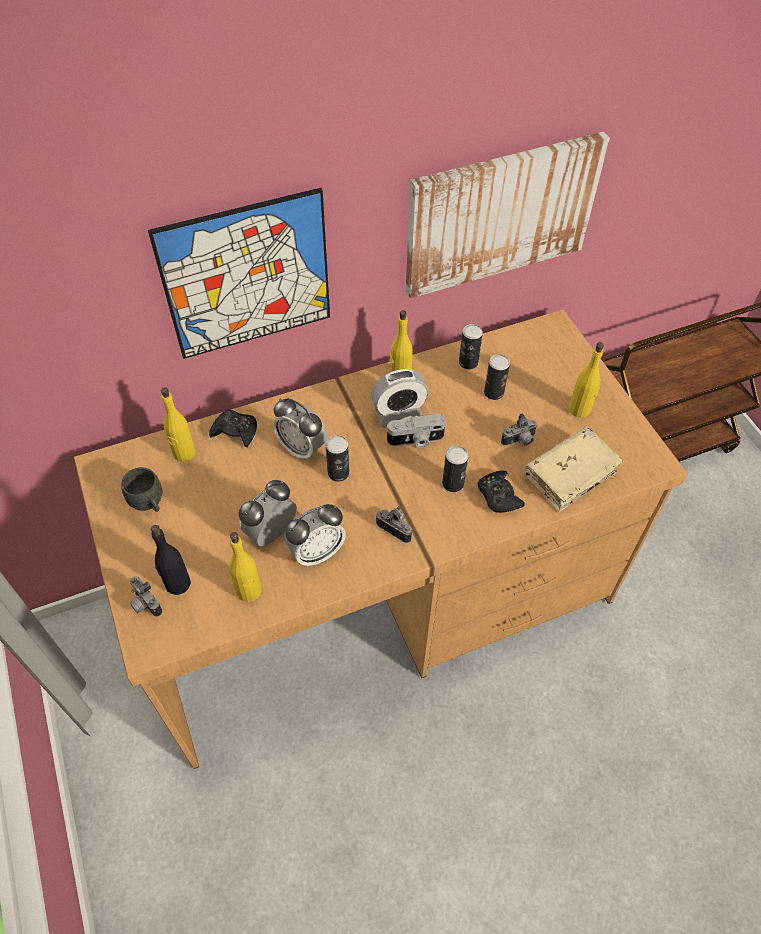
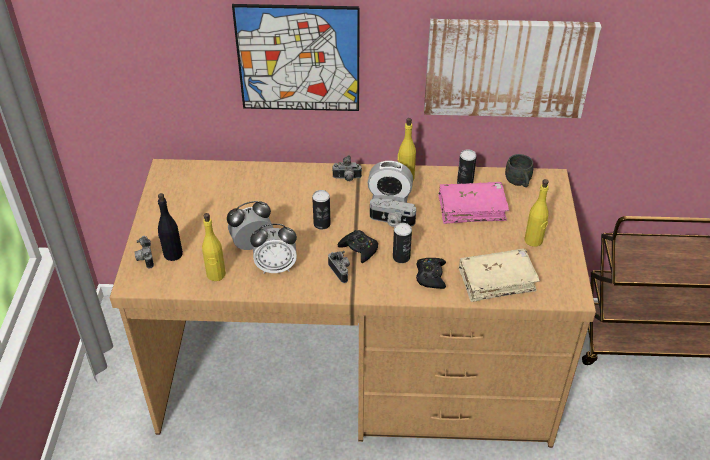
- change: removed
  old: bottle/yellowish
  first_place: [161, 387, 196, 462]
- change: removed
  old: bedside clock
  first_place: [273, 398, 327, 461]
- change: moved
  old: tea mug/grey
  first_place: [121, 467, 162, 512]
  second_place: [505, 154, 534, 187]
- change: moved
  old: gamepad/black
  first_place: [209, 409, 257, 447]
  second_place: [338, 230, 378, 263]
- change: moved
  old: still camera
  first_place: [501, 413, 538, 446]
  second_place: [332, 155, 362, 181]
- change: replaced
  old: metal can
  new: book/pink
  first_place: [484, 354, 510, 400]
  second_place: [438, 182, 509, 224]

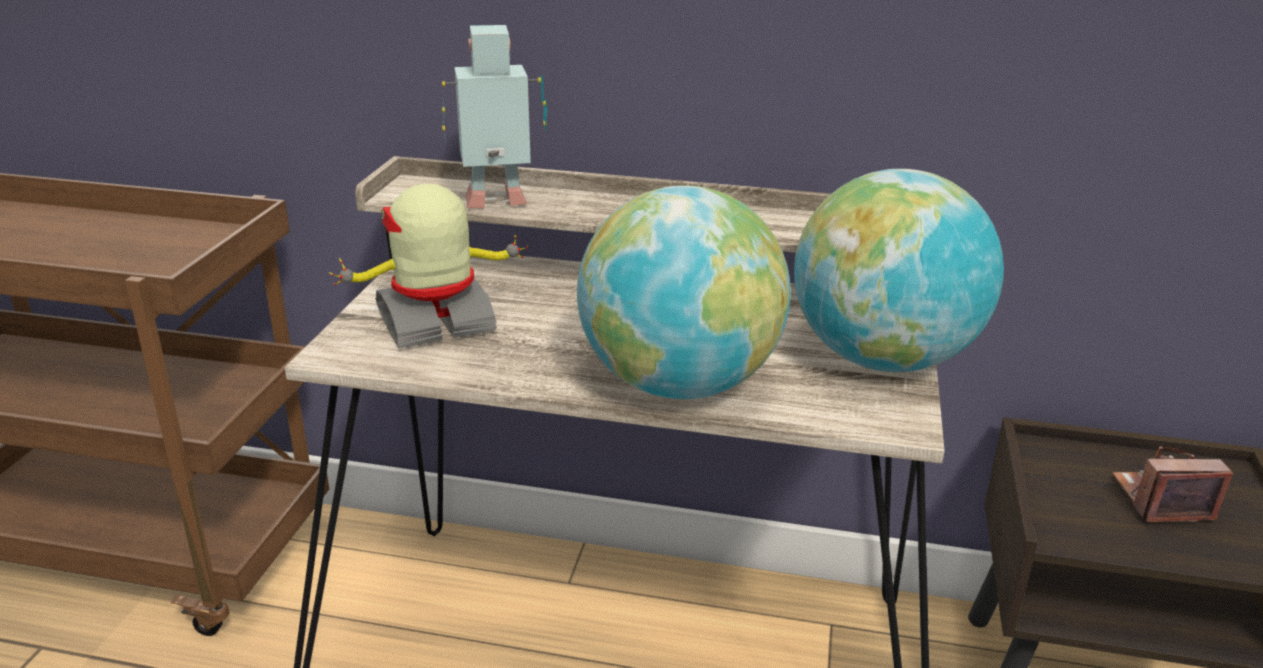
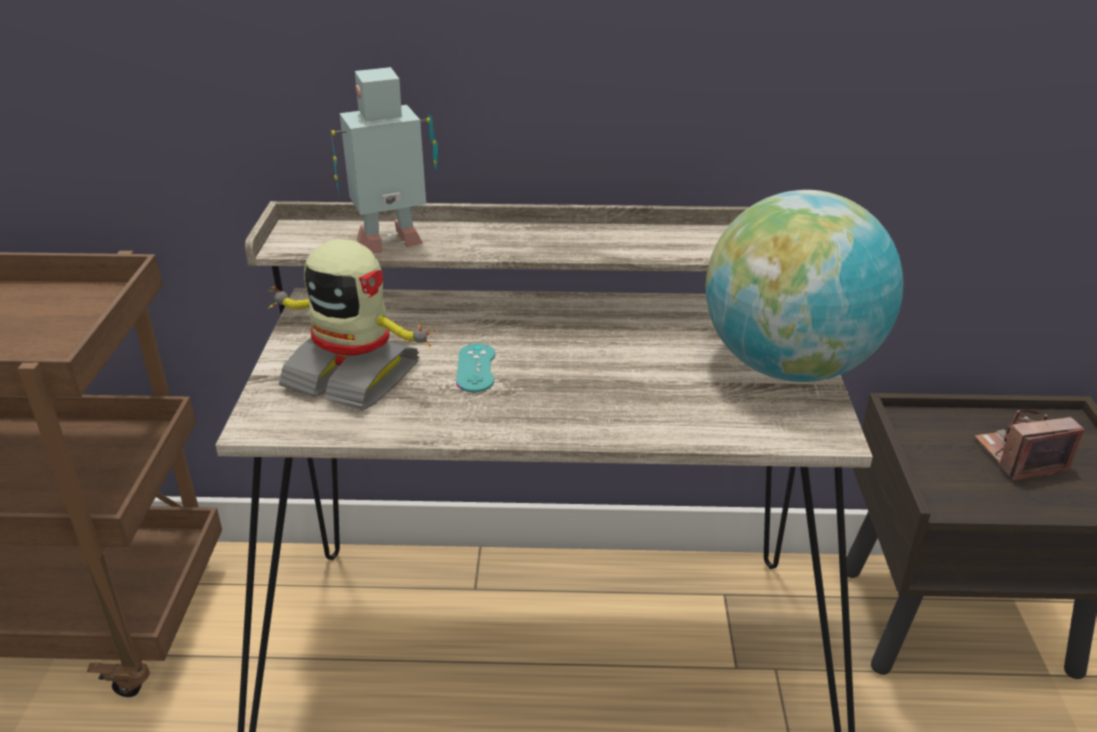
- change: removed
  old: world globe
  first_place: [577, 185, 791, 399]
- change: added
  new: gamepad/blue-green
  second_place: [456, 343, 495, 392]
- change: turned
  old: toy robot
  first_place: [329, 184, 528, 348]
  second_place: [269, 239, 435, 411]
  degrees: -120

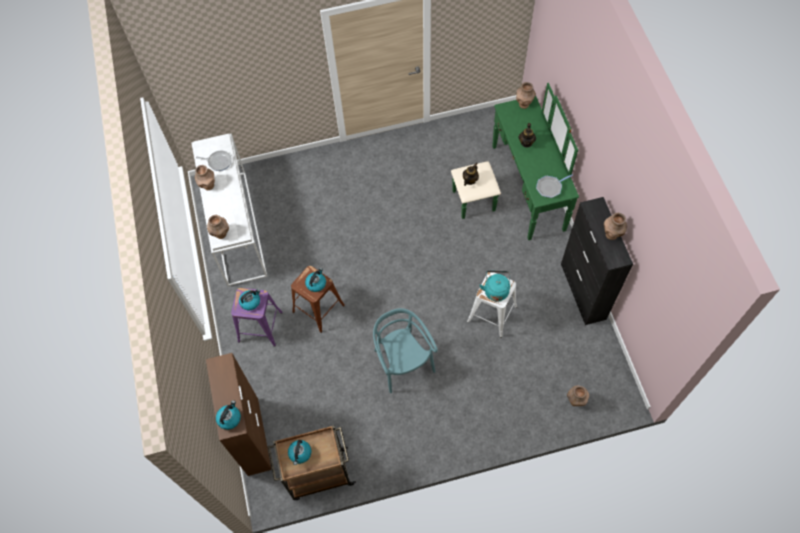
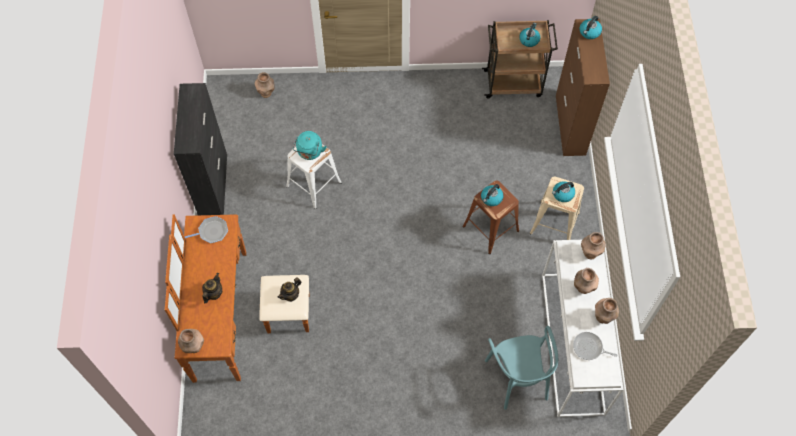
- change: moved
  old: plain chair/blue-green
  first_place: [373, 308, 438, 393]
  second_place: [485, 326, 558, 410]
- change: moved
  old: flower vase/brown
  first_place: [604, 213, 627, 240]
  second_place: [574, 268, 599, 294]
- change: recoloured
  old: stool seat/purple
  new: stool seat/sand-coloured
  first_place: [231, 288, 283, 347]
  second_place: [530, 177, 584, 240]
- change: recoloured
  old: drawer chest/green
  new: drawer chest/brown
  first_place: [451, 83, 579, 240]
  second_place: [165, 214, 310, 383]

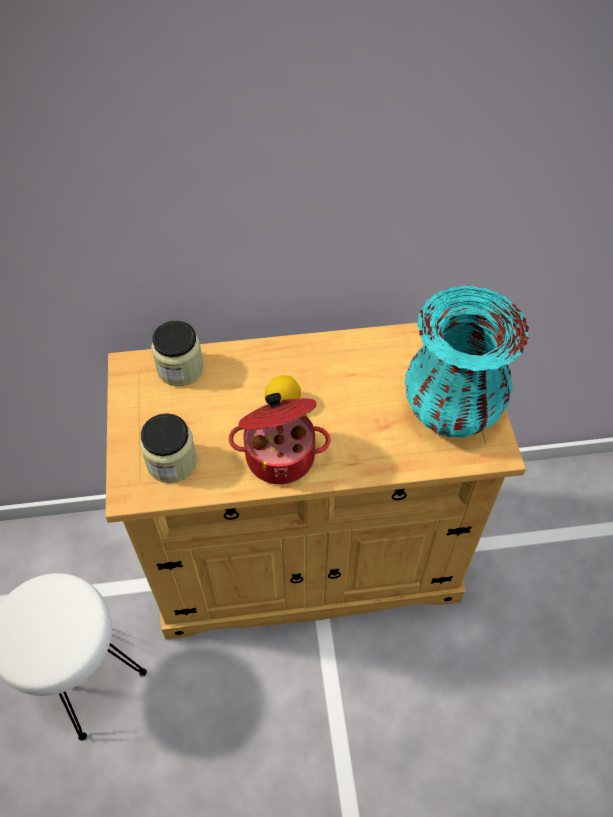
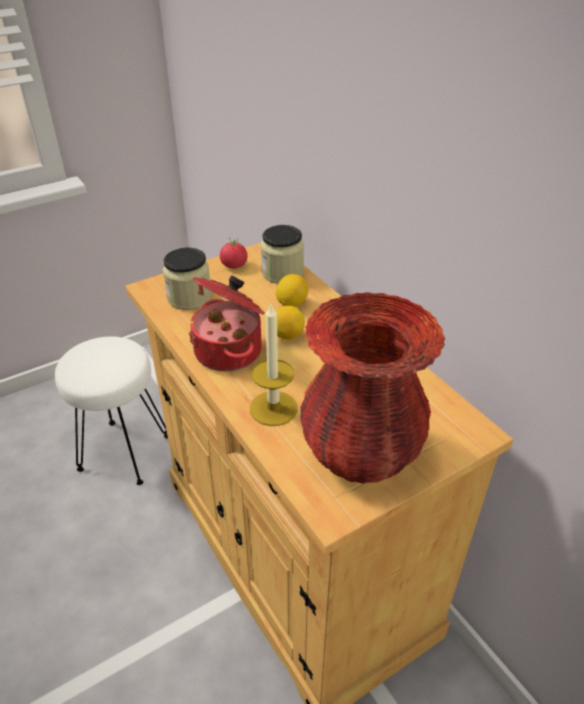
- change: added
  new: whole tomato
  second_place: [220, 238, 248, 268]
- change: added
  new: wax light
  second_place: [250, 304, 298, 426]
- change: added
  new: whole lemon
  second_place: [276, 274, 308, 307]
- change: recoloured
  old: flower vase/blue-green
  new: flower vase/red
  first_place: [404, 286, 529, 437]
  second_place: [300, 292, 445, 483]

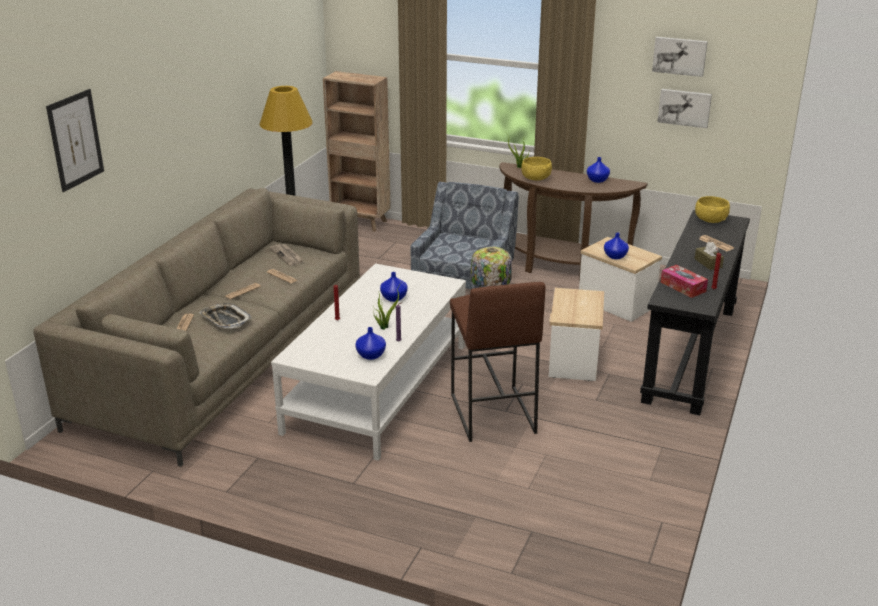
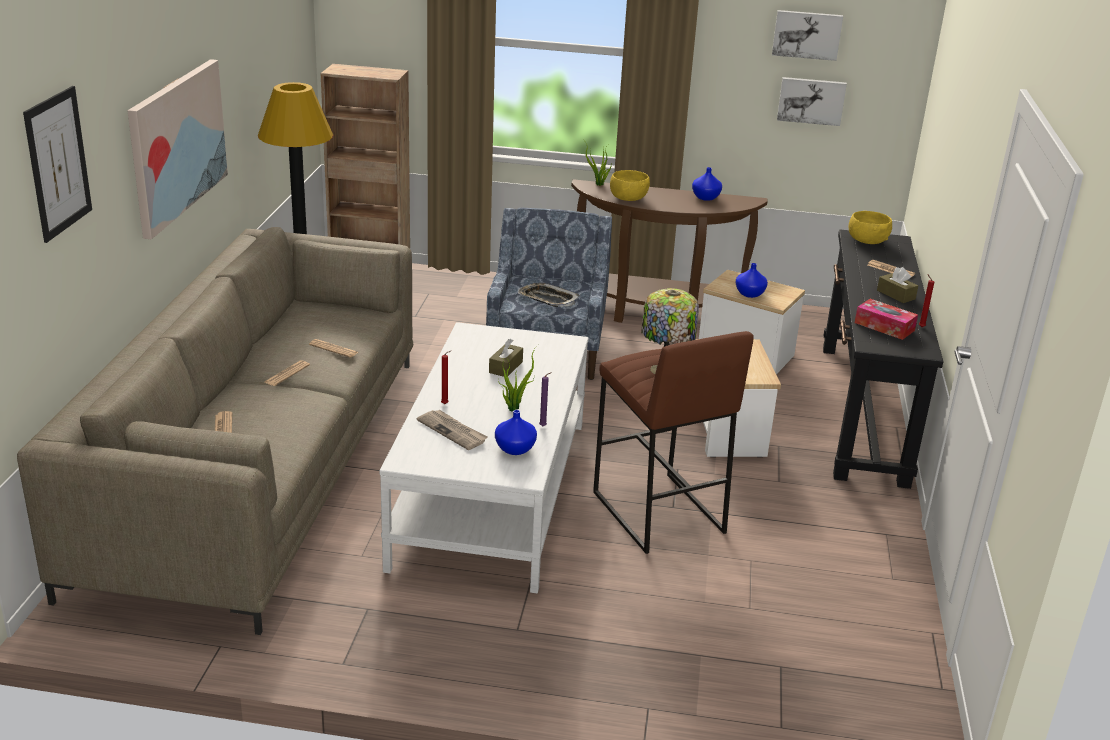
- change: added
  new: wall art
  second_place: [128, 59, 228, 239]
- change: moved
  old: carrying tray
  first_place: [199, 303, 252, 328]
  second_place: [518, 282, 580, 307]
- change: moved
  old: printed paper
  first_place: [270, 244, 303, 266]
  second_place: [417, 410, 488, 450]
- change: replaced
  old: flower vase/bluish
  new: box of tissues/brown
  first_place: [380, 272, 408, 302]
  second_place: [489, 339, 523, 377]

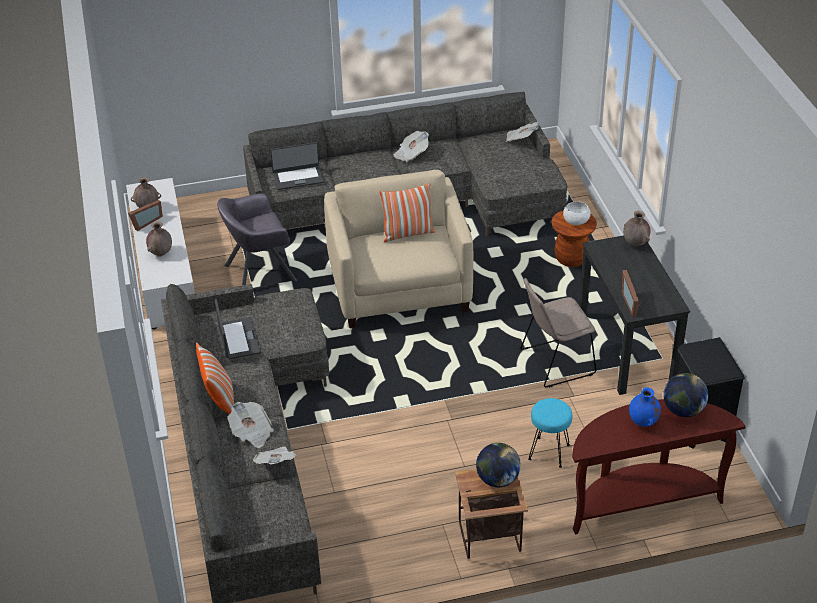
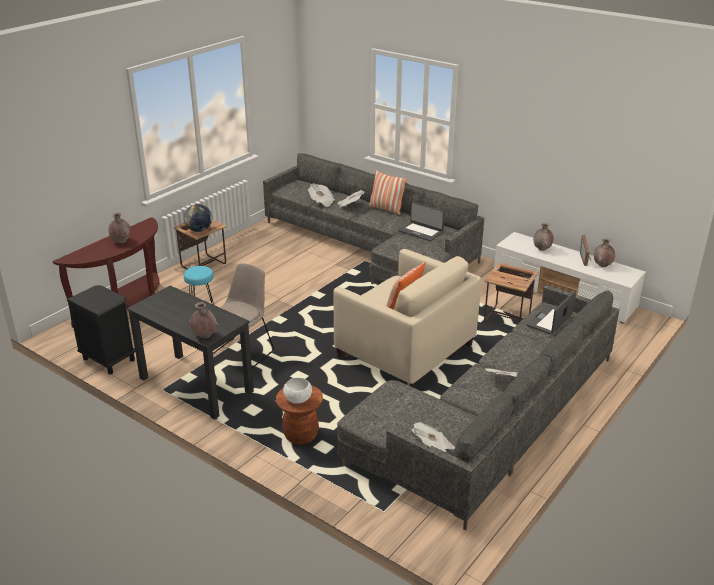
- change: removed
  old: photo frame
  first_place: [622, 270, 640, 317]
- change: removed
  old: world globe
  first_place: [663, 373, 708, 417]
- change: replaced
  old: easy chair/grey
  new: accent table
  first_place: [217, 193, 297, 285]
  second_place: [484, 263, 539, 323]
- change: recoloured
  old: flower vase/bluish
  new: flower vase/brown
  first_place: [629, 387, 661, 427]
  second_place: [108, 212, 131, 243]

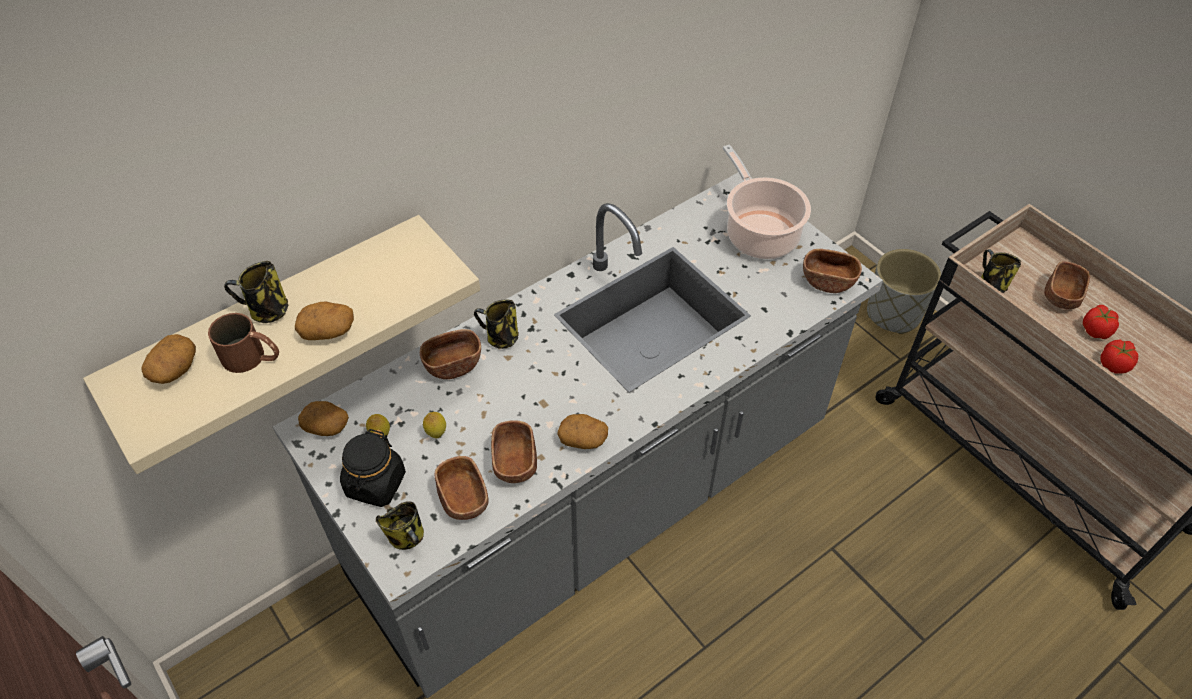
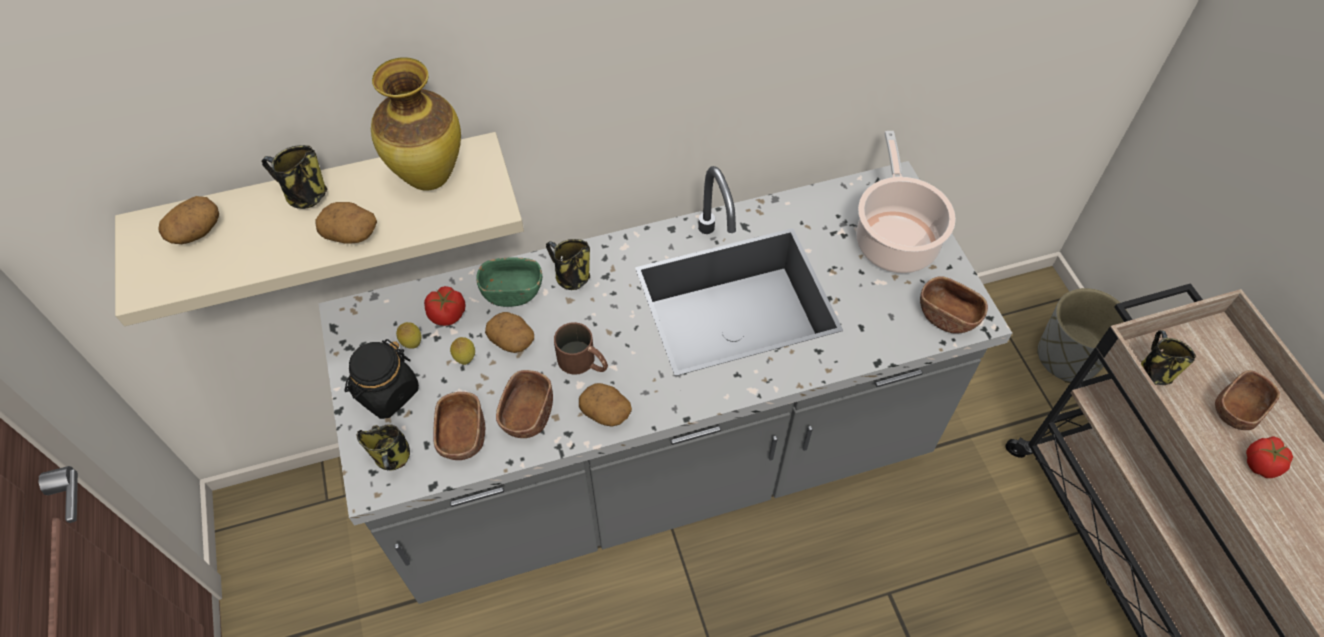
- change: added
  new: flower vase
  second_place: [371, 57, 461, 191]
- change: moved
  old: tea mug/brown
  first_place: [208, 313, 279, 373]
  second_place: [554, 322, 608, 375]
- change: moved
  old: spud
  first_place: [298, 401, 349, 436]
  second_place: [485, 312, 534, 353]
- change: moved
  old: whole tomato
  first_place: [1100, 339, 1138, 374]
  second_place: [424, 286, 466, 326]
- change: recoloured
  old: serving bowl/brown
  new: serving bowl/green
  first_place: [420, 329, 481, 379]
  second_place: [476, 257, 542, 307]

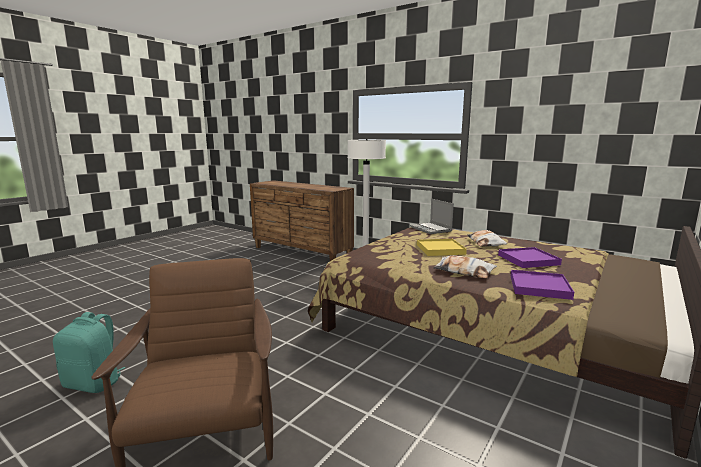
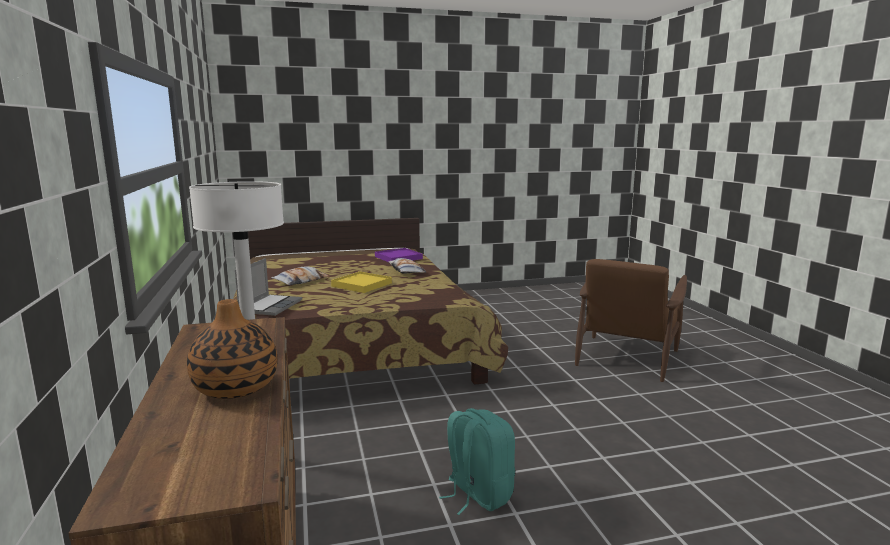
- change: removed
  old: carrying tray/purple
  first_place: [498, 247, 562, 268]
- change: added
  new: flower vase
  second_place: [187, 299, 277, 399]
- change: moved
  old: knapsack/blue-green
  first_place: [53, 312, 126, 393]
  second_place: [439, 408, 515, 515]

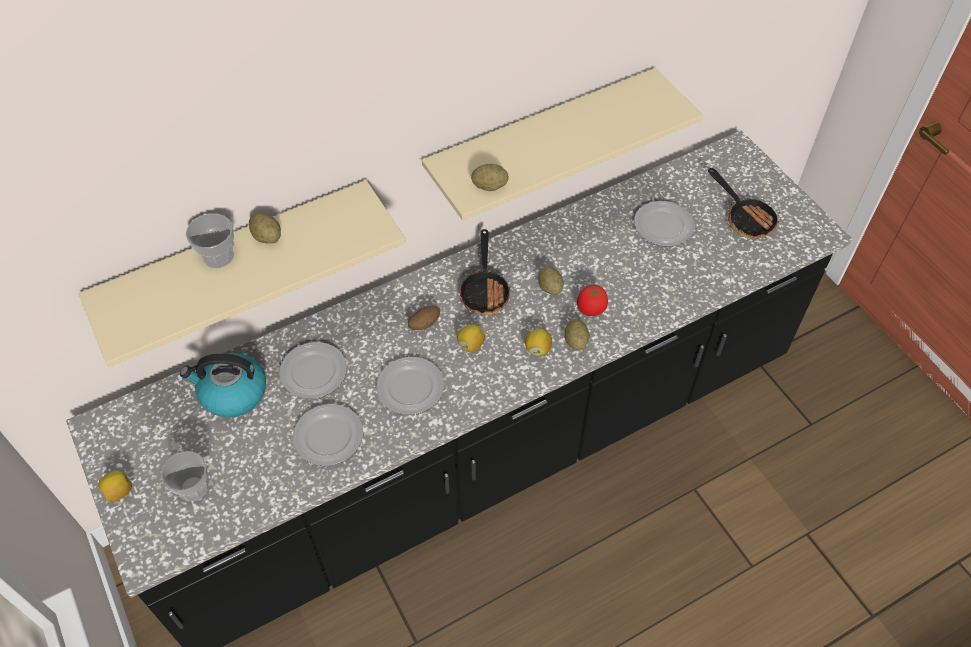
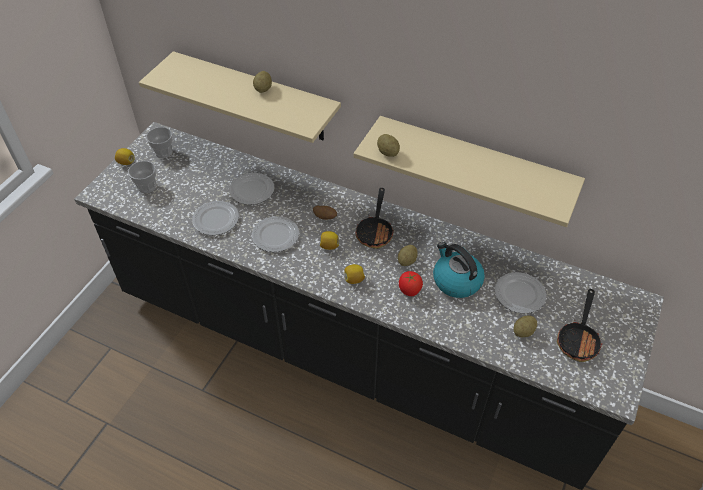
- change: moved
  old: tea kettle
  first_place: [180, 353, 266, 417]
  second_place: [433, 242, 485, 298]
- change: moved
  old: drinking cup
  first_place: [186, 214, 234, 268]
  second_place: [146, 127, 173, 158]
- change: moved
  old: spud
  first_place: [564, 319, 590, 350]
  second_place: [514, 315, 537, 337]
- change: turned
  old: skillet
  first_place: [460, 229, 511, 315]
  second_place: [355, 188, 394, 249]
  degrees: -45

